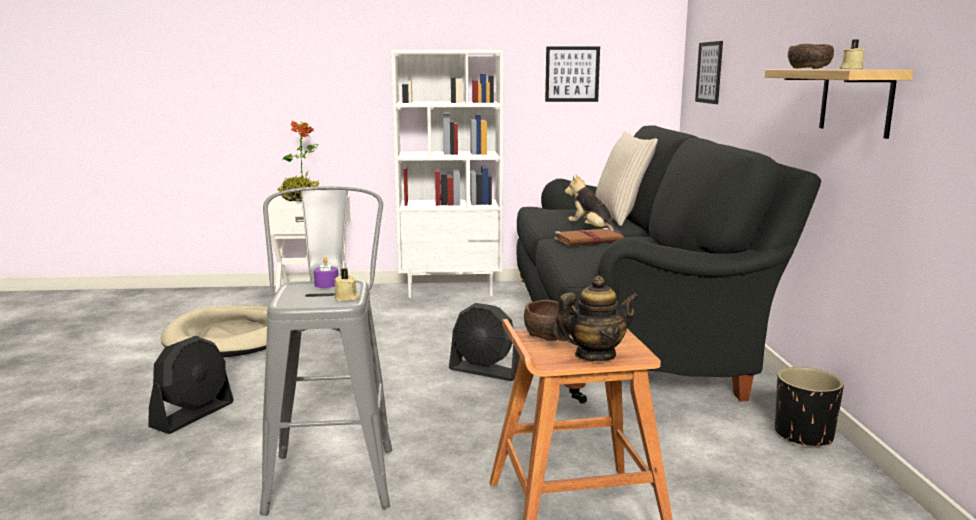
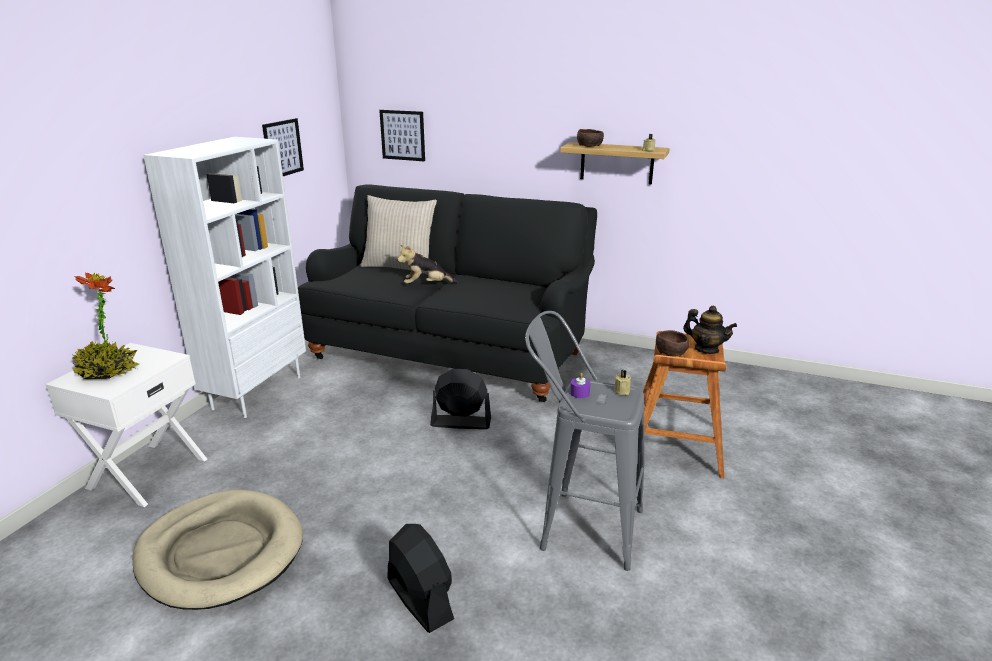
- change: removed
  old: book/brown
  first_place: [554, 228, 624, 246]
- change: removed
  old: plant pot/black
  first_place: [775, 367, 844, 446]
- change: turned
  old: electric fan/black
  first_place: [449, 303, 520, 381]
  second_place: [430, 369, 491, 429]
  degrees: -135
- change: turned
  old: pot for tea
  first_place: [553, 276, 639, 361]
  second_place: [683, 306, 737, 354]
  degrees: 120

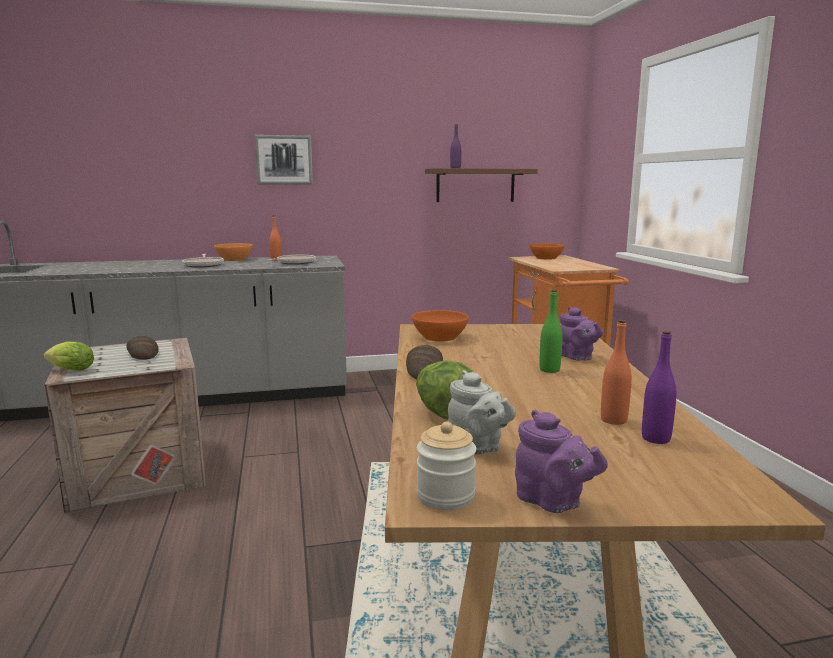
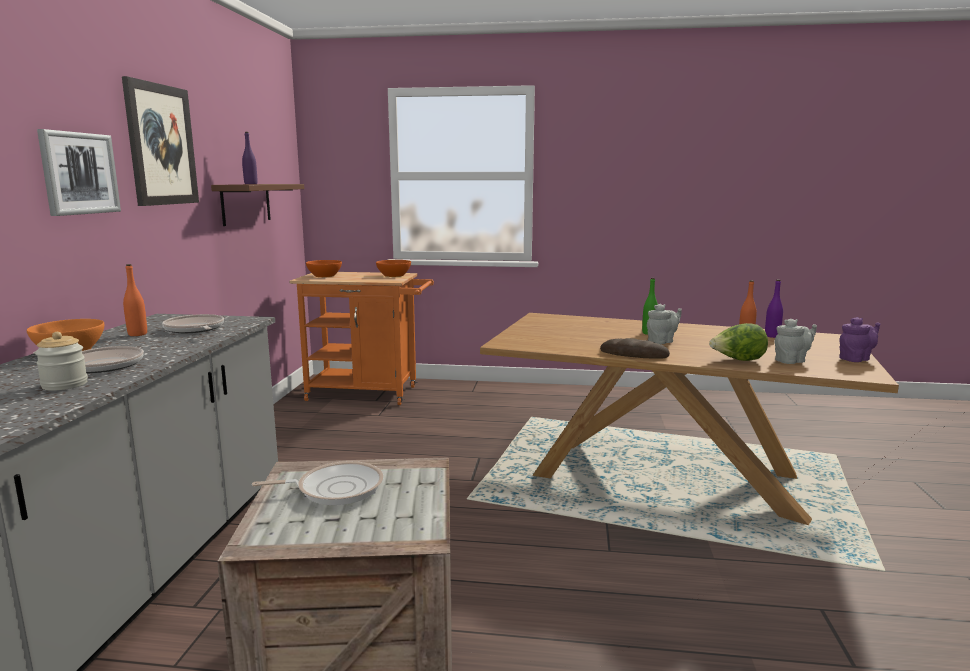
- change: removed
  old: lettuce head
  first_place: [43, 341, 94, 371]
- change: removed
  old: pot for tea/purple
  first_place: [560, 307, 603, 360]
- change: added
  new: wall art
  second_place: [122, 76, 199, 206]
- change: added
  new: pot for tea/grey
  second_place: [647, 304, 682, 344]
- change: moved
  old: serving bowl/orange
  first_place: [412, 310, 469, 342]
  second_place: [376, 260, 411, 277]
- change: moved
  old: storage jar
  first_place: [417, 422, 476, 511]
  second_place: [35, 332, 88, 391]
- change: replaced
  old: bread
  new: skillet
  first_place: [126, 336, 159, 360]
  second_place: [252, 461, 383, 505]

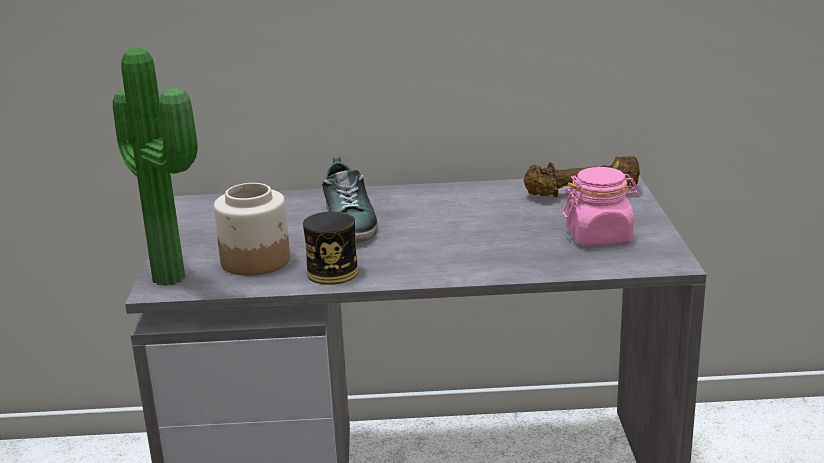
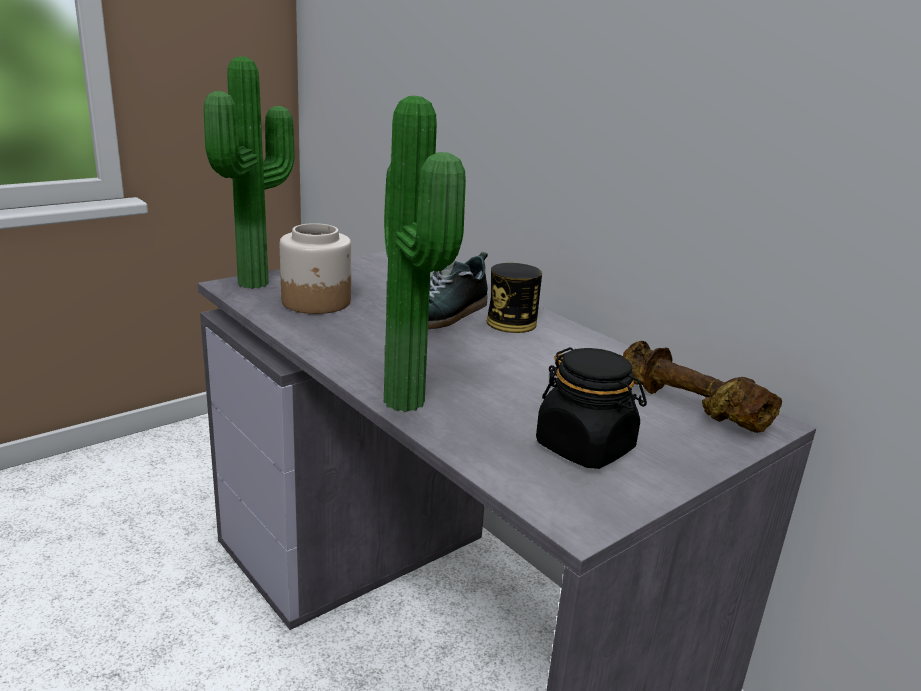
- change: added
  new: potted plant
  second_place: [384, 96, 466, 412]
- change: moved
  old: metal can
  first_place: [303, 211, 358, 285]
  second_place: [487, 263, 542, 333]
- change: recoloured
  old: storage jar/pink
  new: storage jar/black
  first_place: [563, 167, 639, 246]
  second_place: [536, 347, 647, 469]

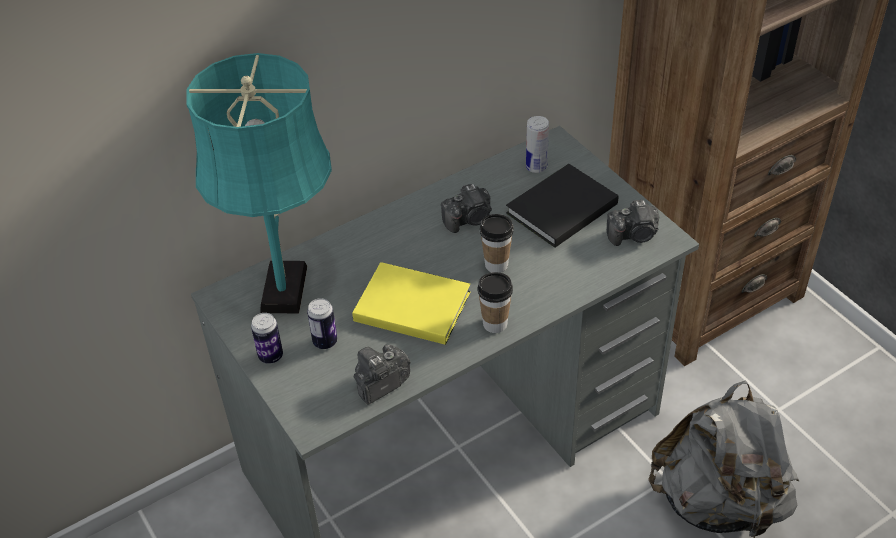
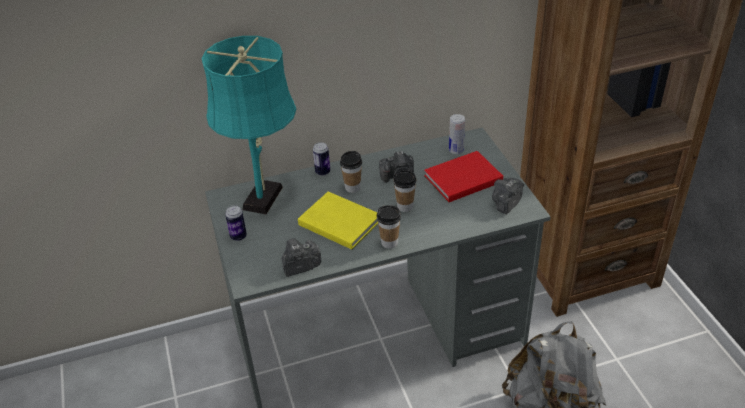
- change: added
  new: drinking cup
  second_place: [340, 151, 362, 193]
- change: moved
  old: metal can
  first_place: [307, 298, 337, 349]
  second_place: [313, 142, 330, 176]
- change: recoloured
  old: book/black
  new: book/red
  first_place: [506, 164, 618, 248]
  second_place: [424, 151, 503, 202]
- change: turned
  old: still camera
  first_place: [607, 200, 659, 246]
  second_place: [492, 178, 524, 214]
  degrees: 120

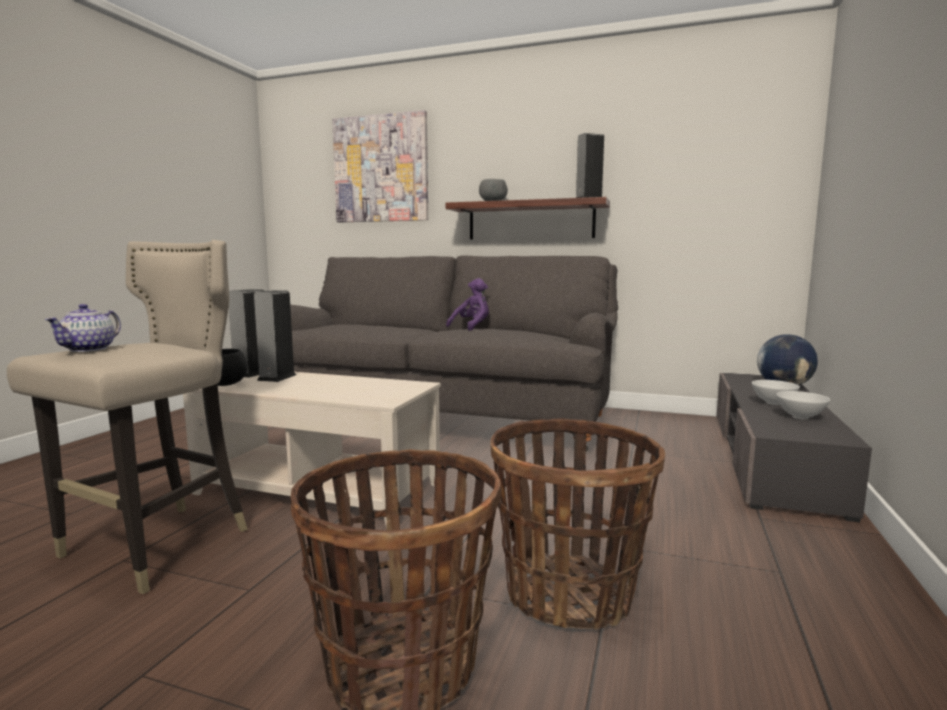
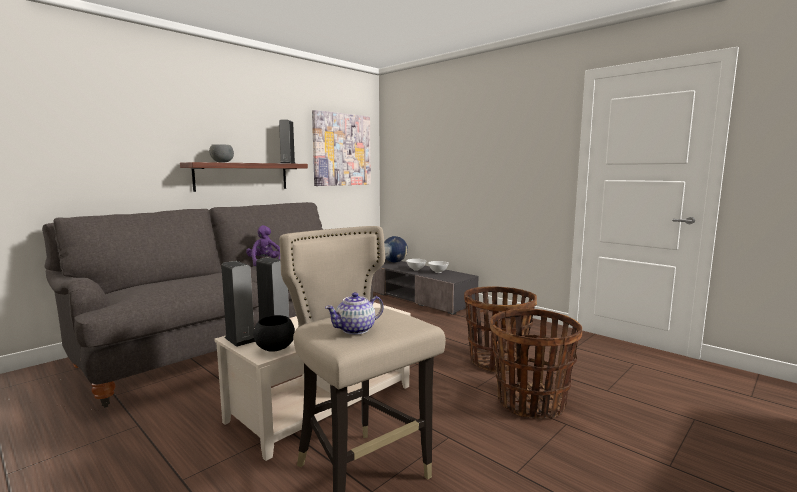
- change: moved
  old: wall art
  first_place: [332, 110, 428, 222]
  second_place: [312, 110, 371, 186]
- change: turned
  old: pot for tea
  first_place: [45, 304, 121, 352]
  second_place: [325, 292, 384, 335]
  degrees: 105

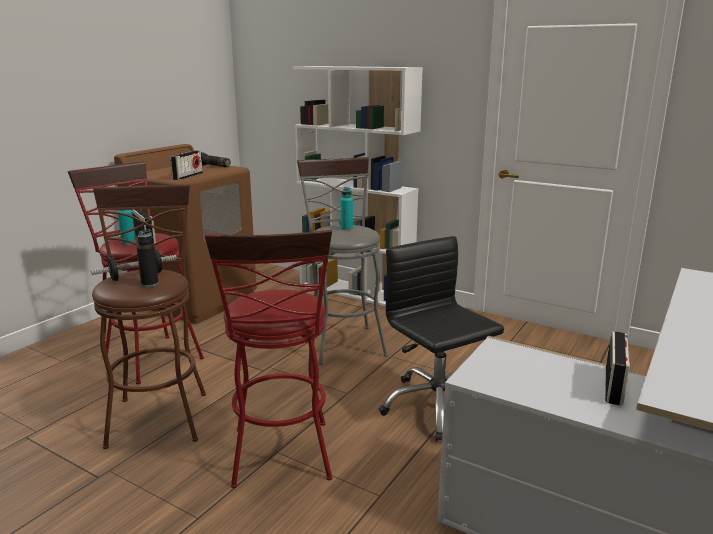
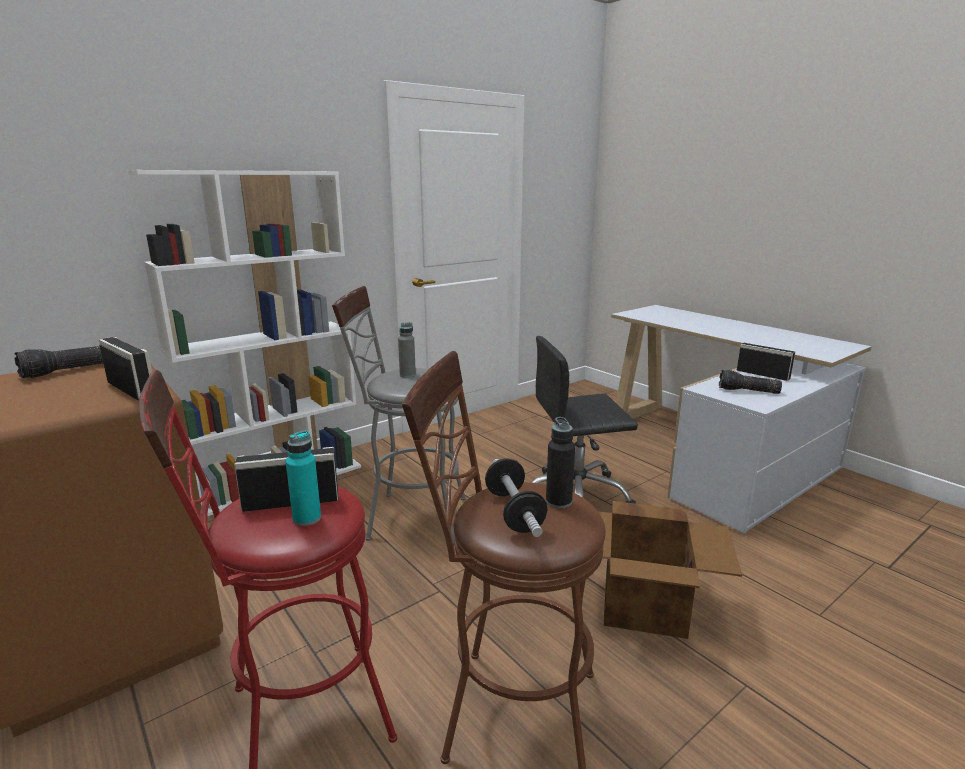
- change: added
  new: hand torch
  second_place: [719, 370, 782, 394]
- change: replaced
  old: stool seat/red
  new: packing box
  first_place: [204, 230, 333, 488]
  second_place: [598, 501, 742, 639]
- change: recoloured
  old: bottle/blue-green
  new: bottle/grey
  first_place: [340, 187, 353, 230]
  second_place: [398, 322, 416, 378]

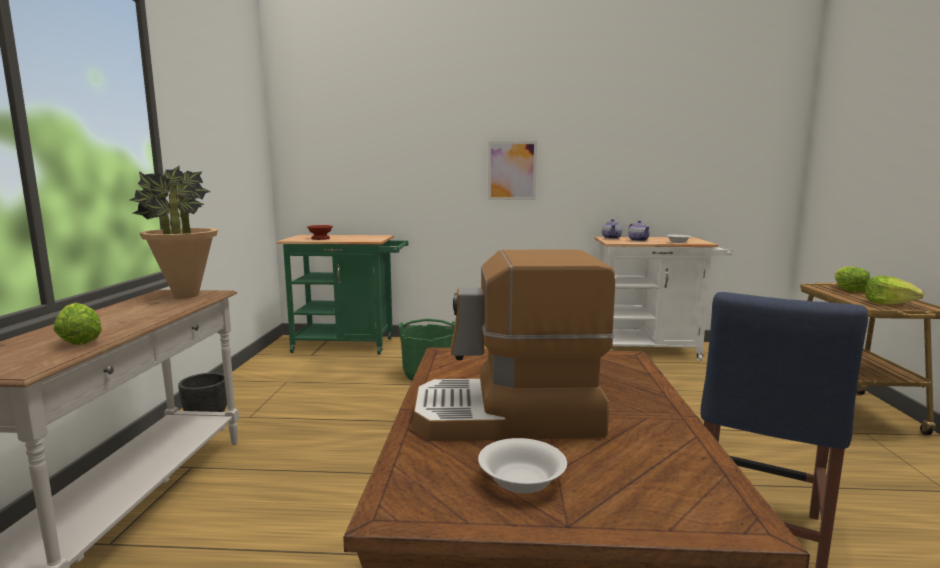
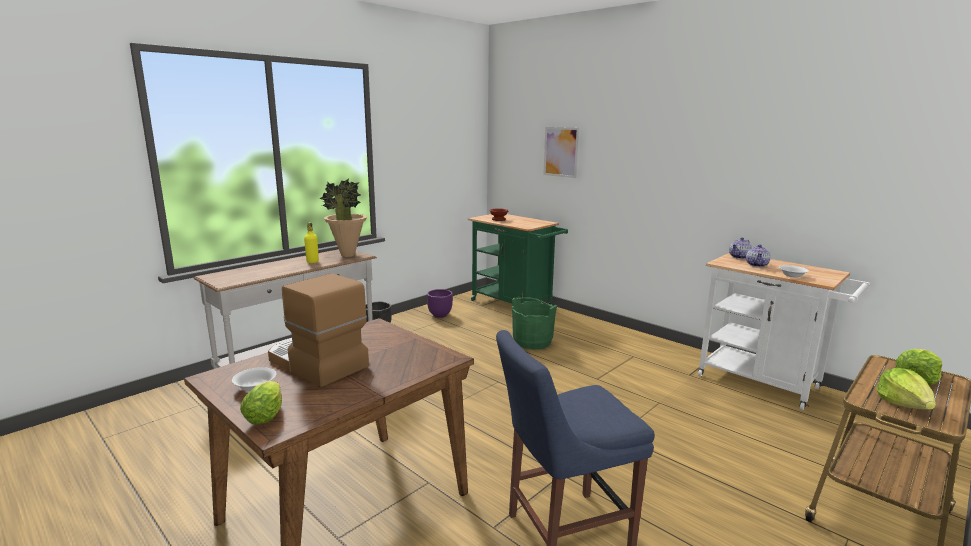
- change: added
  new: bottle/yellowish
  second_place: [304, 222, 319, 263]
- change: added
  new: plant pot/purple
  second_place: [427, 289, 453, 318]
- change: moved
  old: lettuce head
  first_place: [53, 303, 102, 345]
  second_place: [240, 381, 282, 425]
- change: moved
  old: wall art
  first_place: [488, 141, 537, 200]
  second_place: [543, 127, 579, 178]

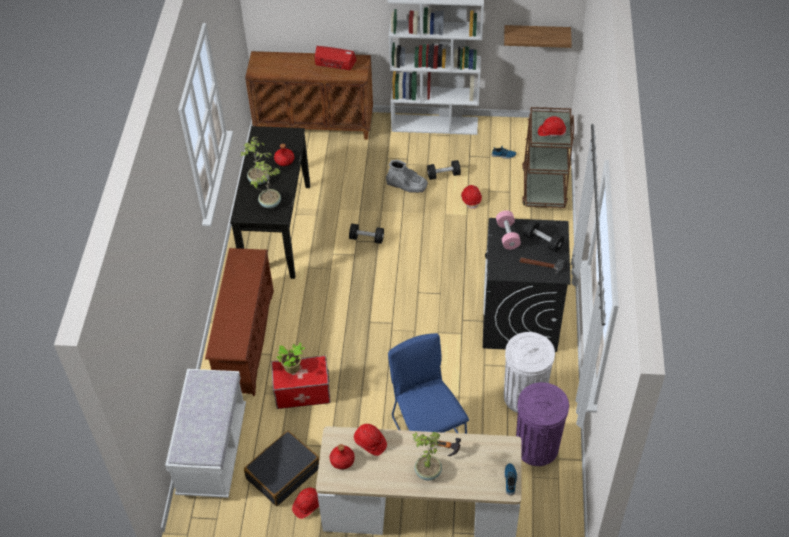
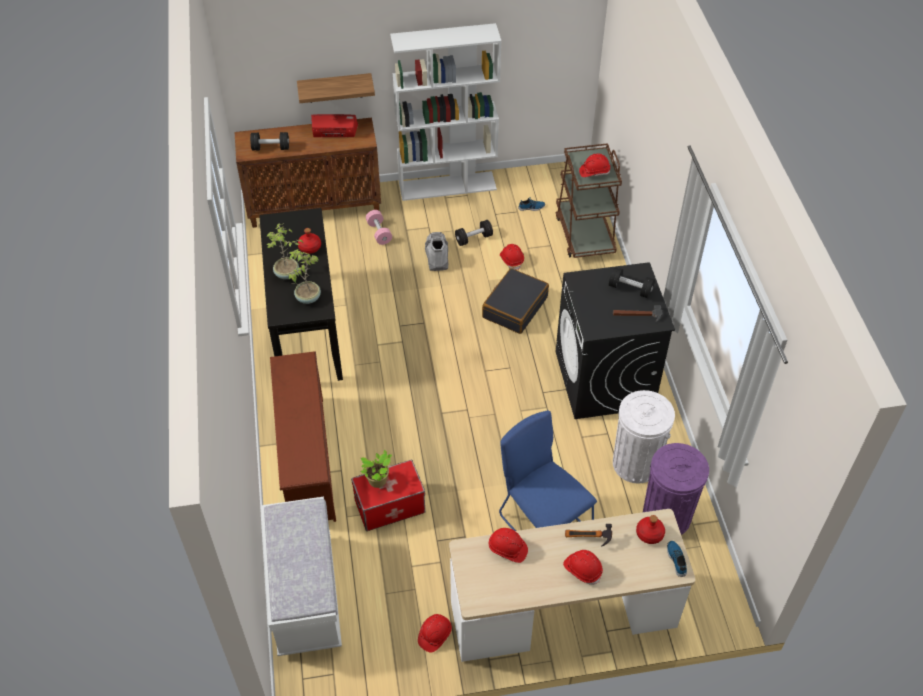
- change: moved
  old: travel case/black
  first_place: [244, 431, 319, 506]
  second_place: [482, 268, 549, 334]
- change: moved
  old: bottle/red
  first_place: [330, 444, 355, 469]
  second_place: [636, 515, 665, 544]
- change: moved
  old: dumbbell/black
  first_place: [349, 224, 384, 244]
  second_place: [250, 132, 289, 150]
- change: moved
  old: dumbbell/pink
  first_place: [496, 210, 521, 250]
  second_place: [366, 210, 392, 245]
- change: moved
  old: shelf
  first_place: [504, 25, 572, 48]
  second_place: [297, 73, 375, 103]
- change: replaced
  old: potted plant
  new: work helmet/red
  first_place: [412, 432, 442, 481]
  second_place: [563, 550, 603, 585]
- change: turned
  old: high-top boot/grey
  first_place: [386, 160, 428, 193]
  second_place: [425, 232, 448, 271]
  degrees: -105

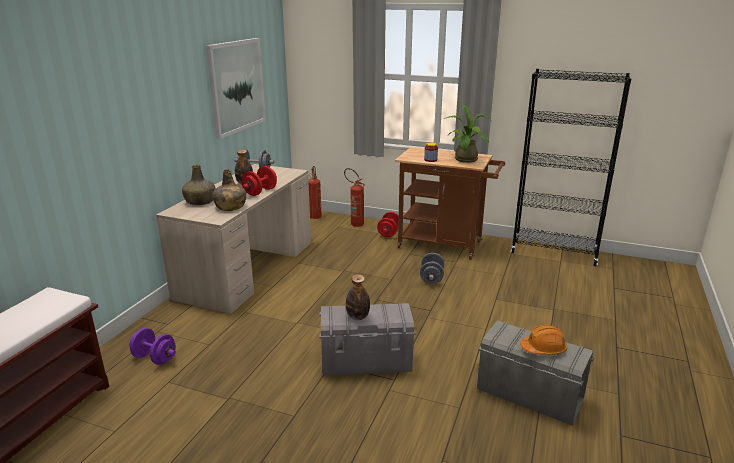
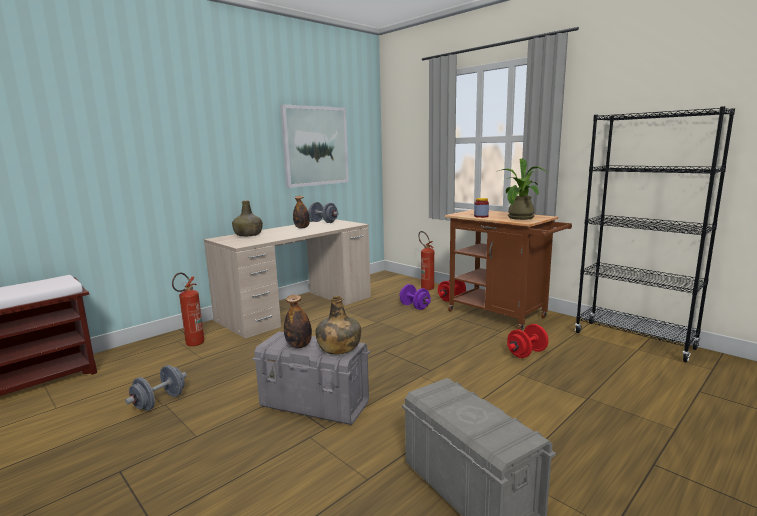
- change: removed
  old: work helmet/orange
  first_place: [520, 324, 567, 355]
- change: moved
  old: dumbbell/purple
  first_place: [129, 328, 176, 365]
  second_place: [400, 284, 431, 310]
- change: moved
  old: bottle/green
  first_place: [212, 169, 246, 211]
  second_place: [315, 296, 361, 354]
- change: moved
  old: dumbbell/red
  first_place: [242, 166, 277, 196]
  second_place: [507, 324, 548, 358]
- change: moved
  old: extinguisher
  first_place: [308, 166, 322, 219]
  second_place: [172, 272, 204, 346]
- change: moved
  old: dumbbell/grey
  first_place: [420, 253, 445, 284]
  second_place: [125, 365, 187, 411]

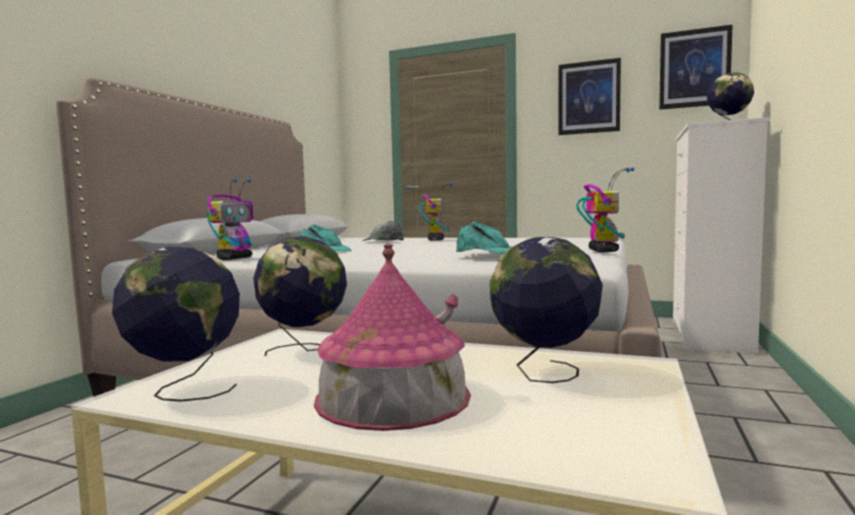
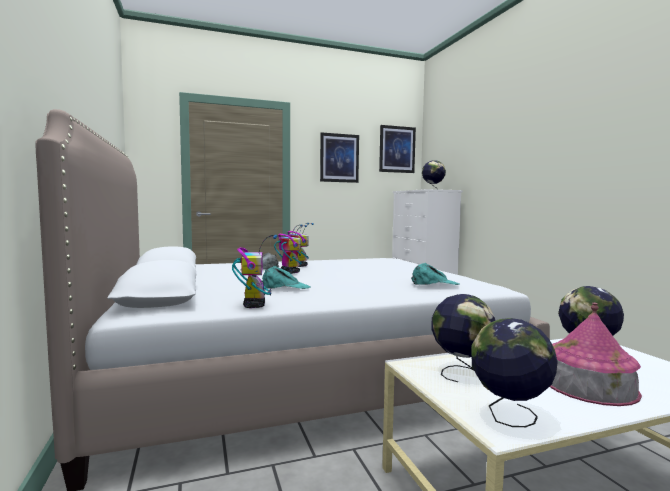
- change: moved
  old: toy robot
  first_place: [576, 167, 635, 252]
  second_place: [274, 224, 307, 274]

